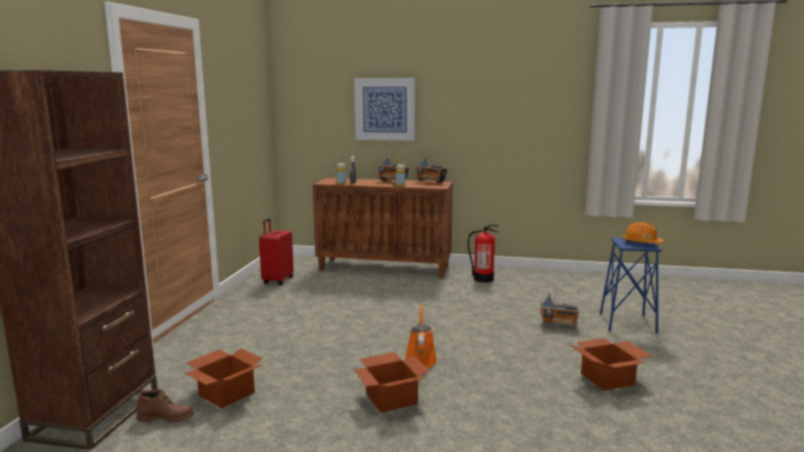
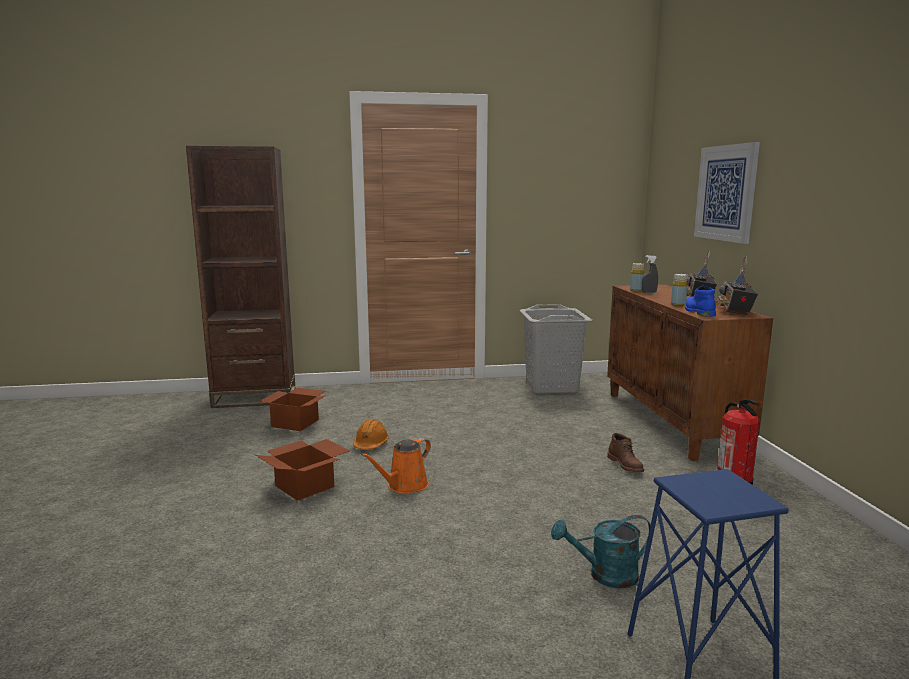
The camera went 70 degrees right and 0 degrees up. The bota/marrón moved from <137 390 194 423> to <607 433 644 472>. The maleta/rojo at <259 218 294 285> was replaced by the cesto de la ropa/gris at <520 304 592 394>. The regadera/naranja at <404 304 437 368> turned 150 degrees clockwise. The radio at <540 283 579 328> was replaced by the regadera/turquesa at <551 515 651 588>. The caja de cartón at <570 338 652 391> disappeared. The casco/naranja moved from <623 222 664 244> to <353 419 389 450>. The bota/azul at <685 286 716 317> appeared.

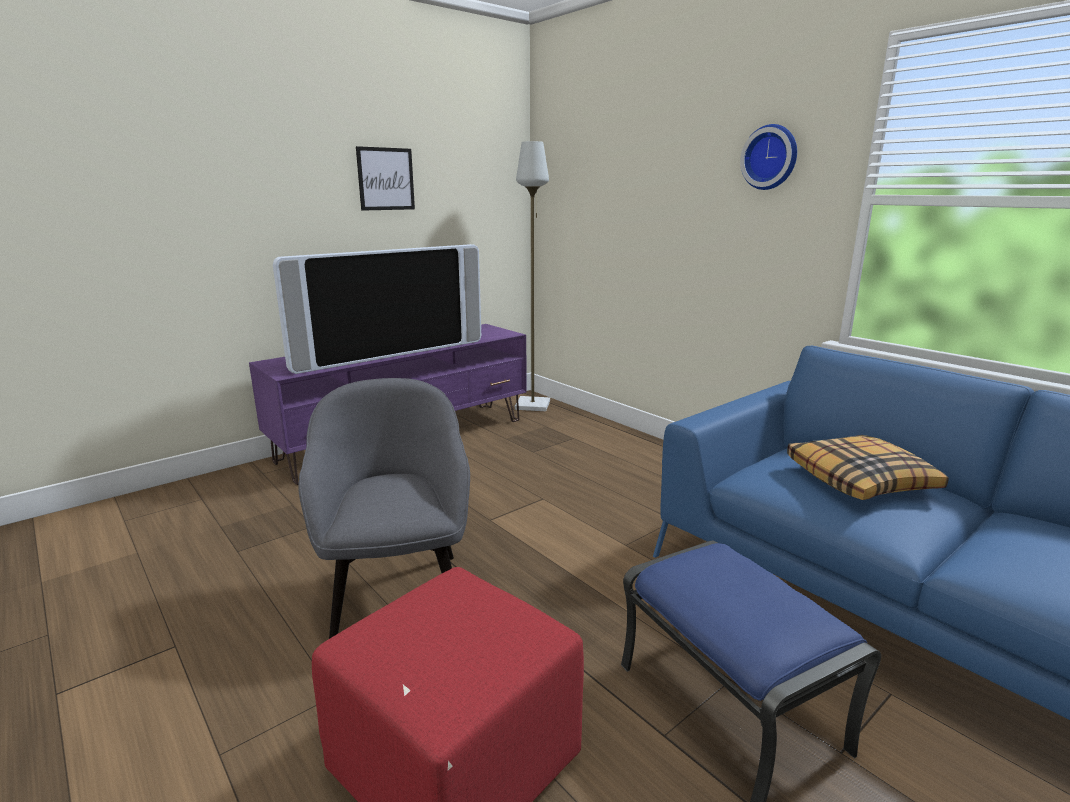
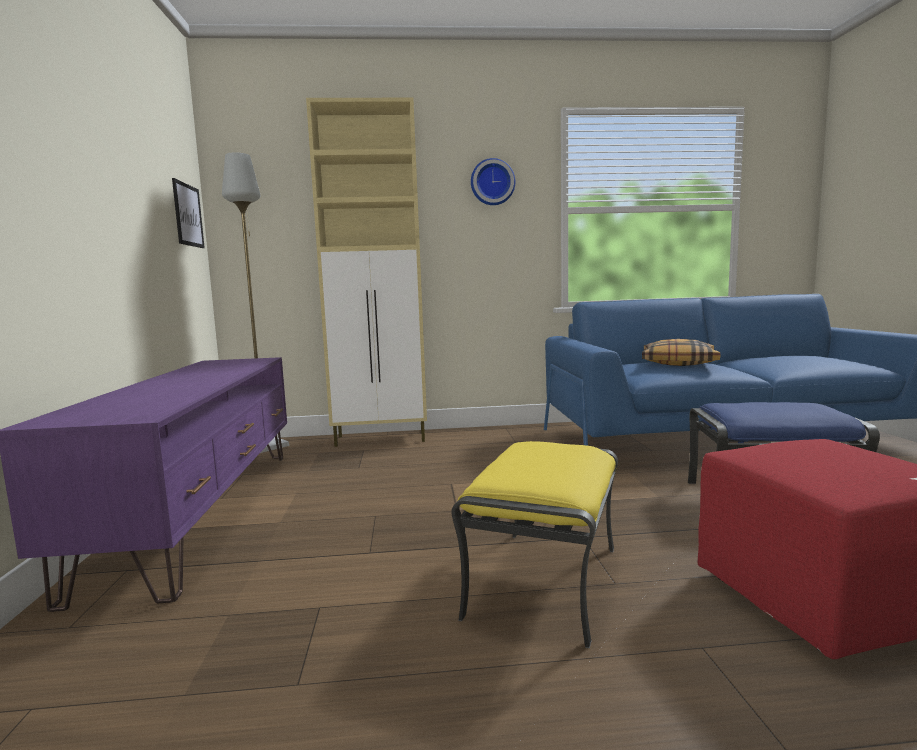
The camera went 55 degrees left and 10 degrees down. The televisor at <273 244 481 374> disappeared. The sillón/gris at <298 378 470 639> was replaced by the puf/amarillo at <452 441 618 648>. The cuadro moved from <356 146 415 211> to <172 178 205 248>. The armario/beis at <306 98 427 447> appeared.

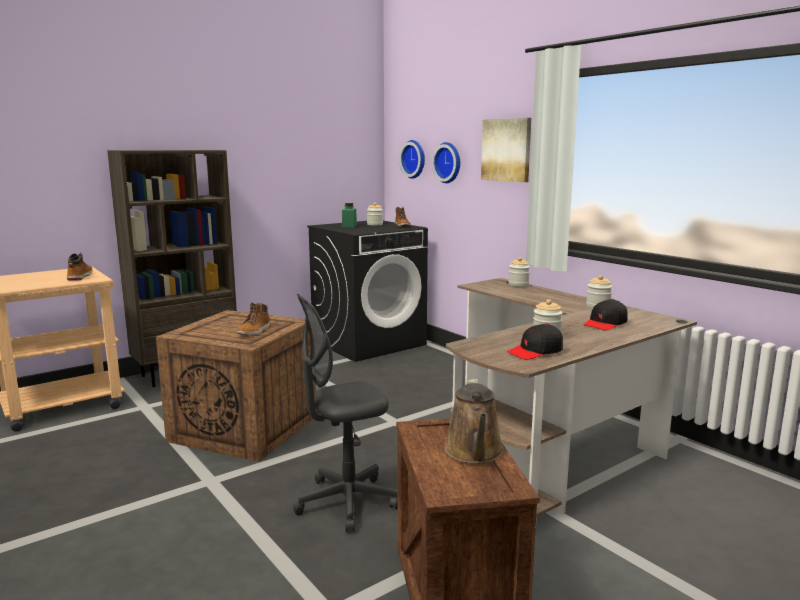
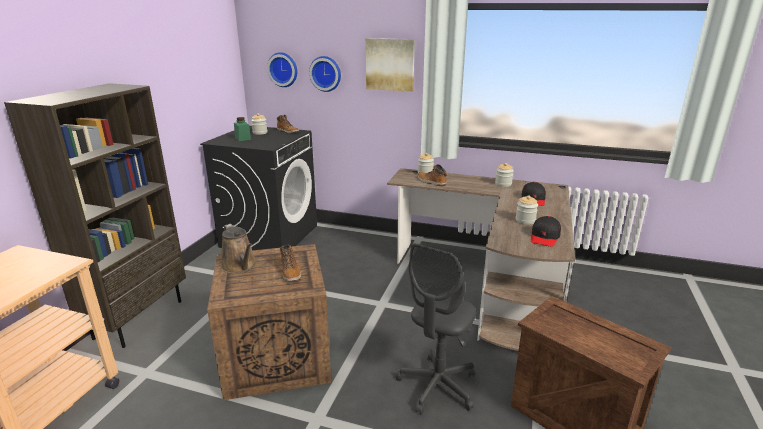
The camera went 35 degrees left and 10 degrees up. The bota moved from <67 253 93 281> to <417 164 447 186>. The regadera/marrón moved from <444 379 504 464> to <221 224 257 274>.

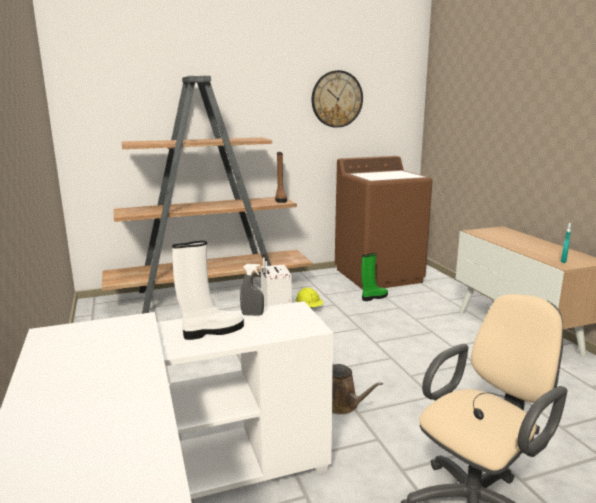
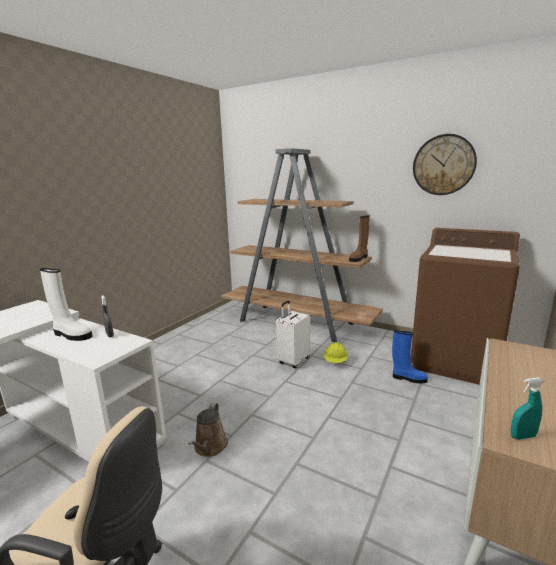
The camera went 50 degrees right and 0 degrees up. The bota/verde at <361 253 388 301> became the bota/azul at <392 330 428 383>.

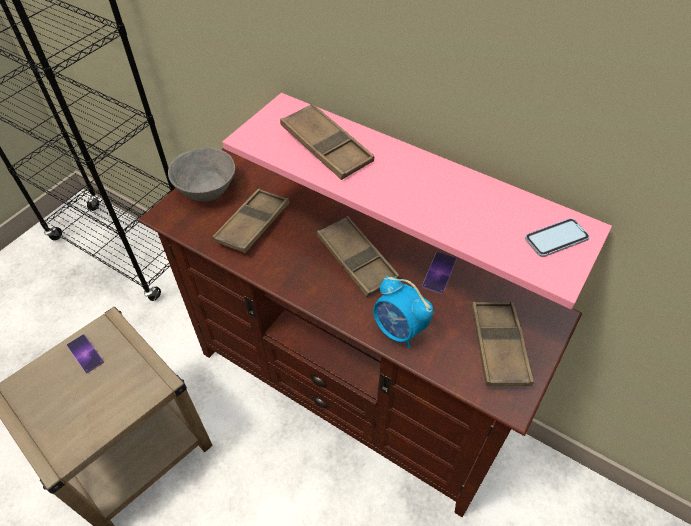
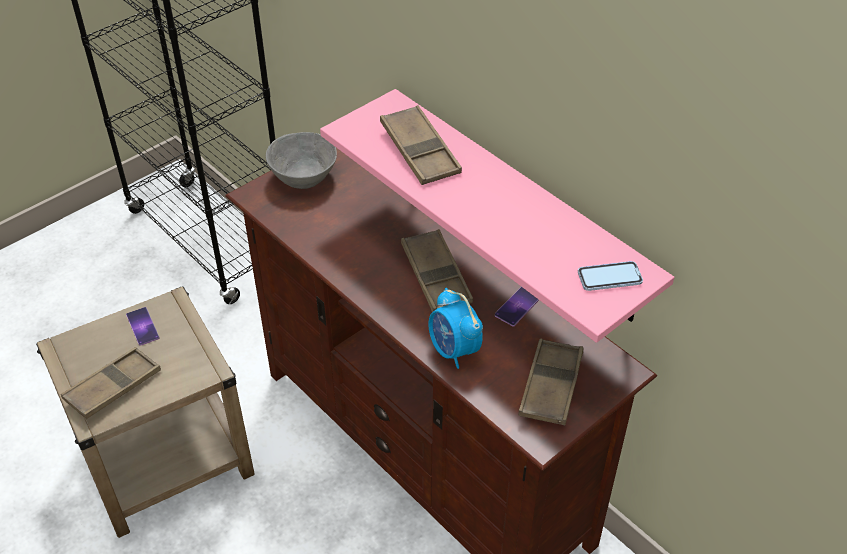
The camera went 15 degrees right and 5 degrees down. The bandeja/marrón moved from <212 189 289 253> to <61 347 161 419>.

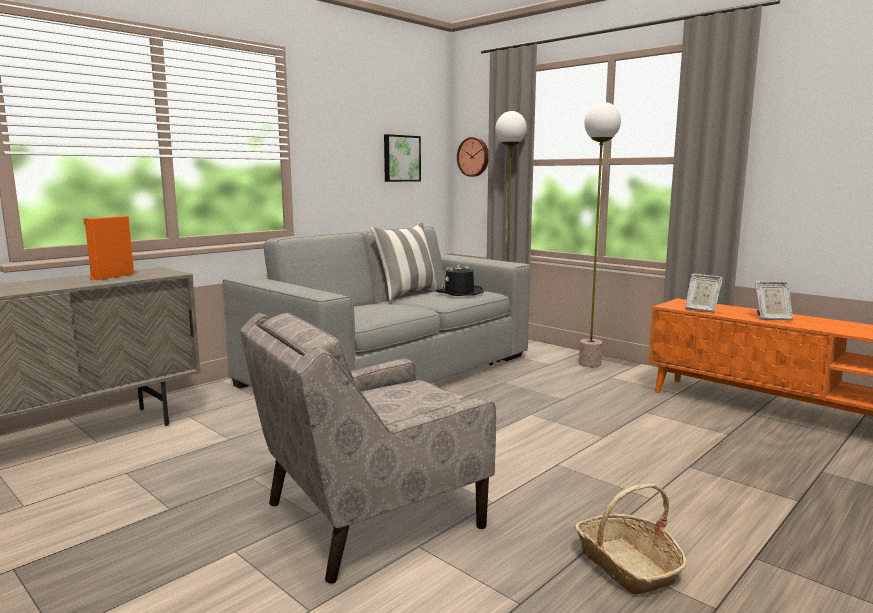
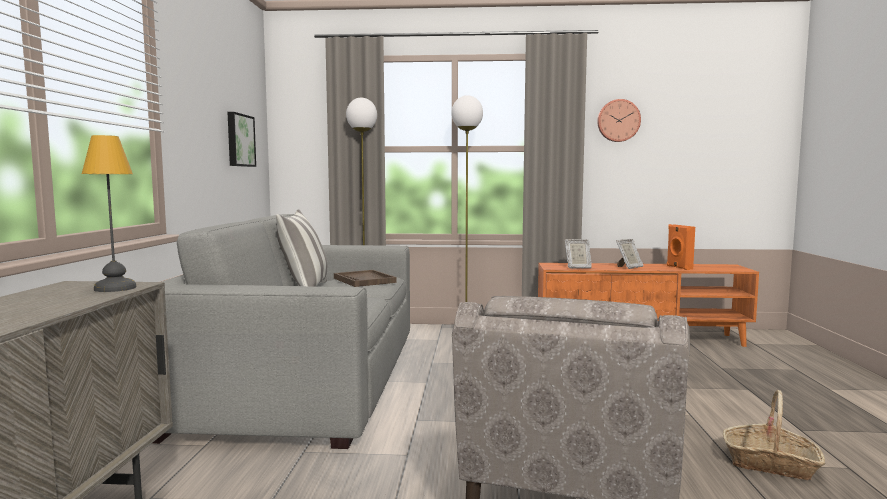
The camera went 40 degrees left and 5 degrees down. The altavoz/naranja moved from <83 216 134 280> to <667 224 695 270>. The sombrero/negro at <435 264 484 296> was replaced by the bandeja/marrón at <334 270 397 287>. The reloj de pared moved from <457 137 488 177> to <597 99 641 142>. The lámpara de mesa at <82 135 136 292> appeared.

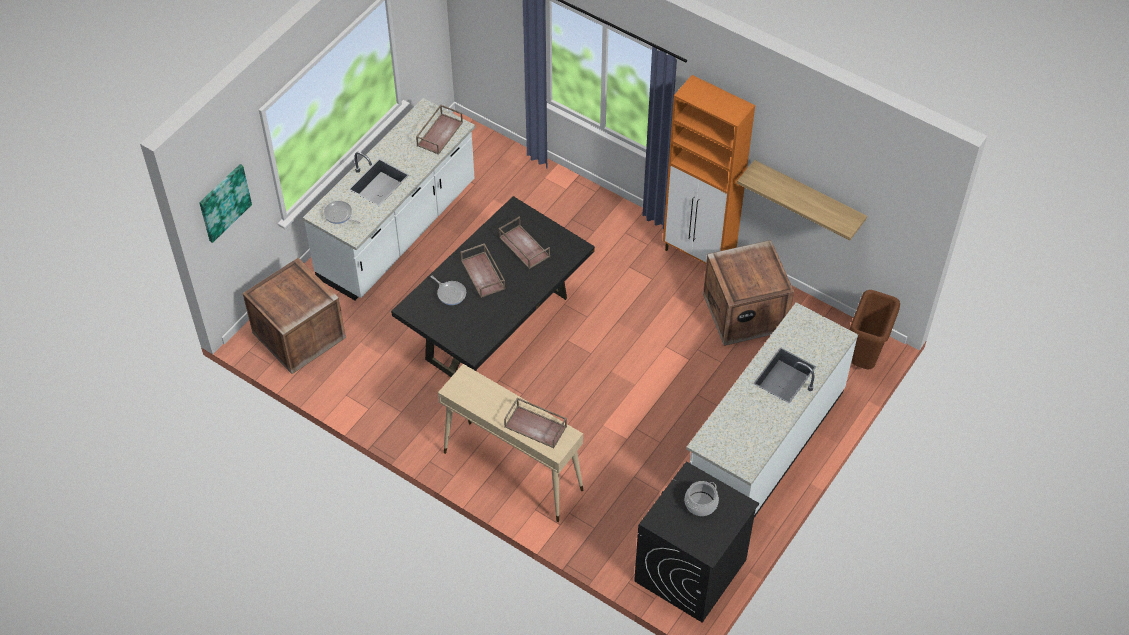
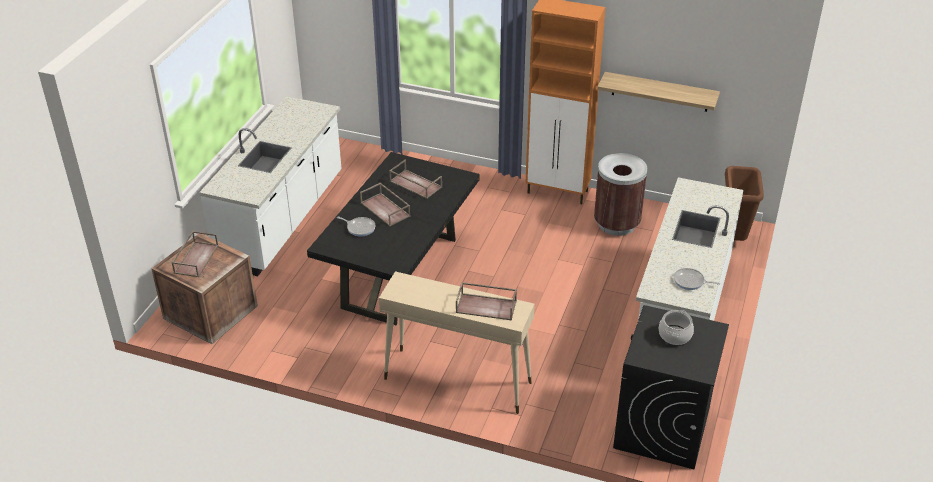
The camera went 15 degrees left and 15 degrees down. The cuadro at <199 164 252 243> disappeared. The sartén moved from <324 201 360 224> to <674 268 720 290>. The bandeja/marrón moved from <416 105 463 155> to <172 231 218 277>. The caja de embalaje at <703 240 794 346> was replaced by the papelera/marrón at <594 153 647 236>.

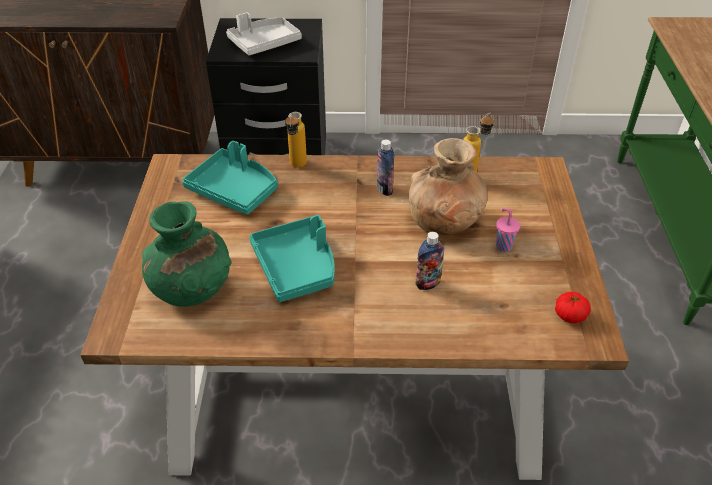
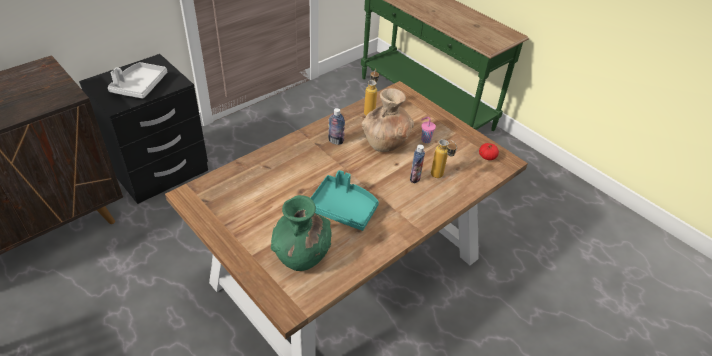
The camera went 45 degrees left and 0 degrees up. The bandeja/turquesa at <182 141 278 215> disappeared. The botella moved from <285 112 307 168> to <431 139 458 178>.

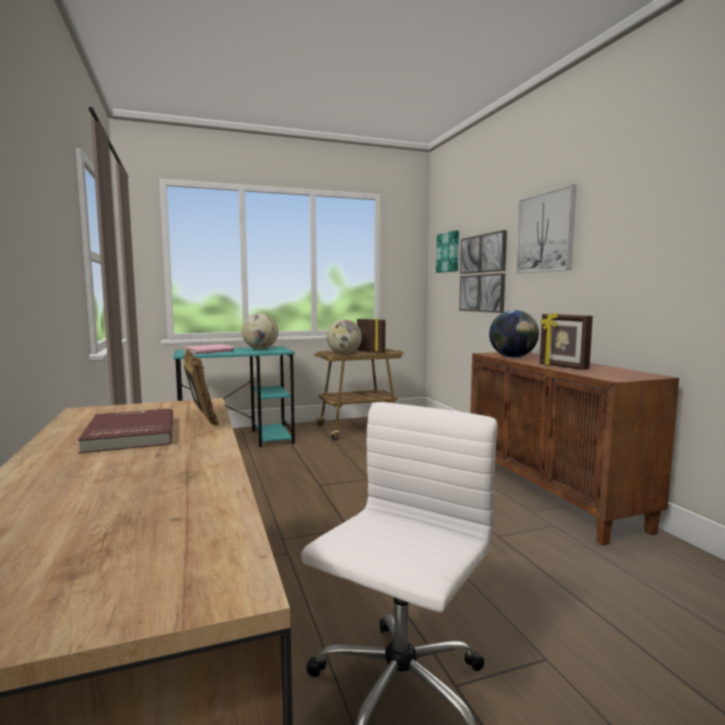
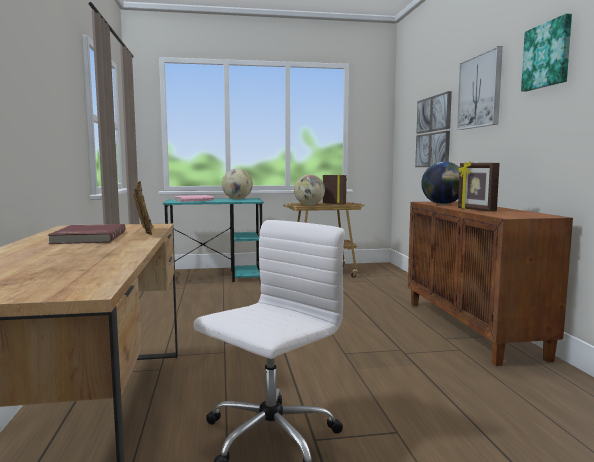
The camera went 10 degrees right and 0 degrees up. The cuadro moved from <436 230 459 273> to <521 14 572 92>.

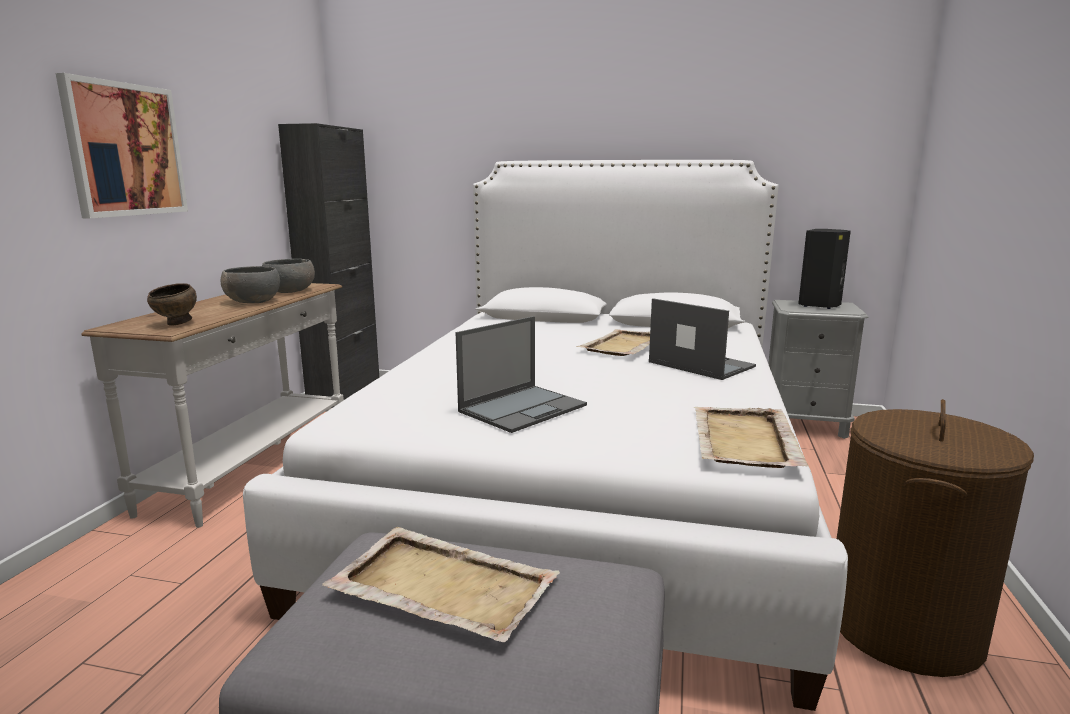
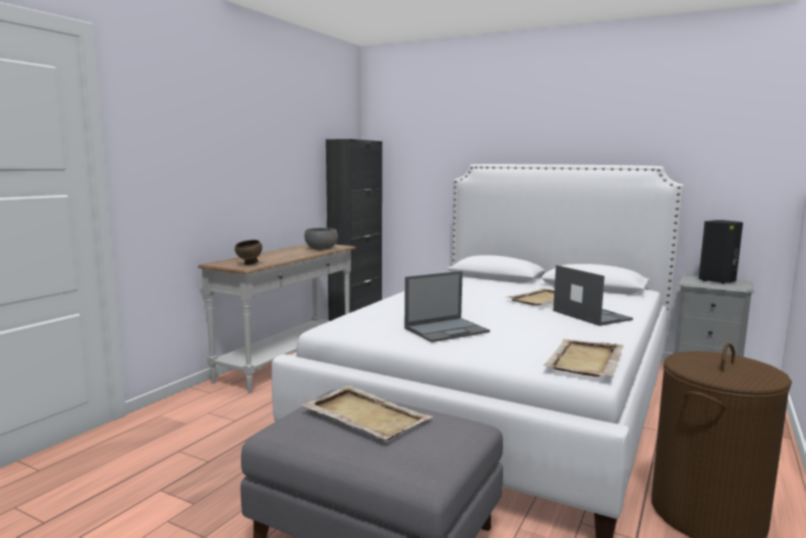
The camera went 15 degrees right and 5 degrees down. The cuadro at <56 73 188 218> disappeared. The cuenco/gris at <221 266 280 303> disappeared.

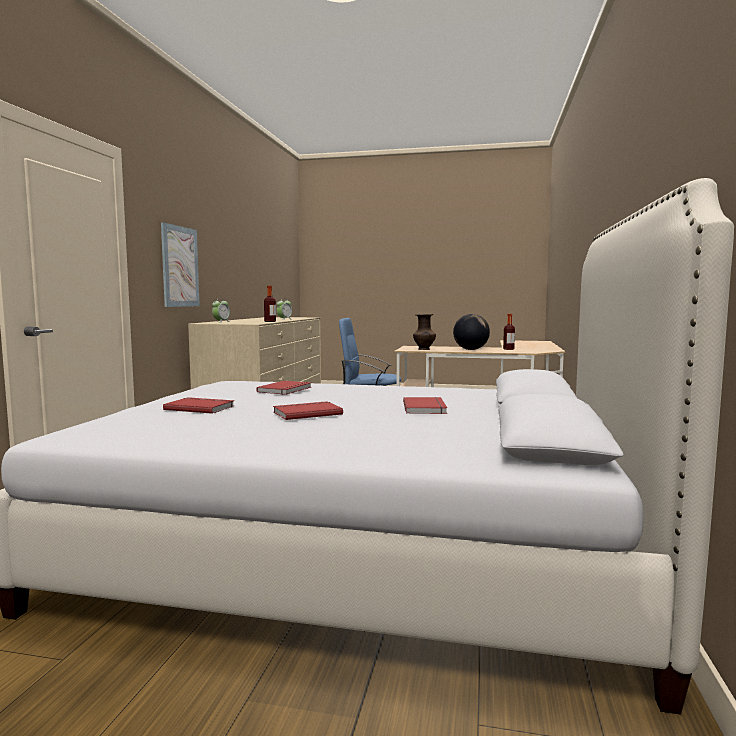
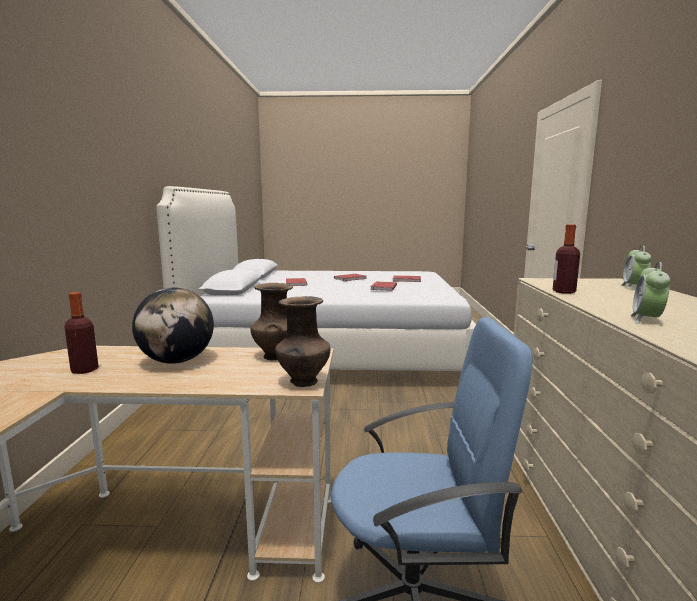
The camera went 170 degrees right and 5 degrees up. The cuadro at <161 222 200 307> disappeared. The florero/marrón at <275 296 330 387> appeared.

